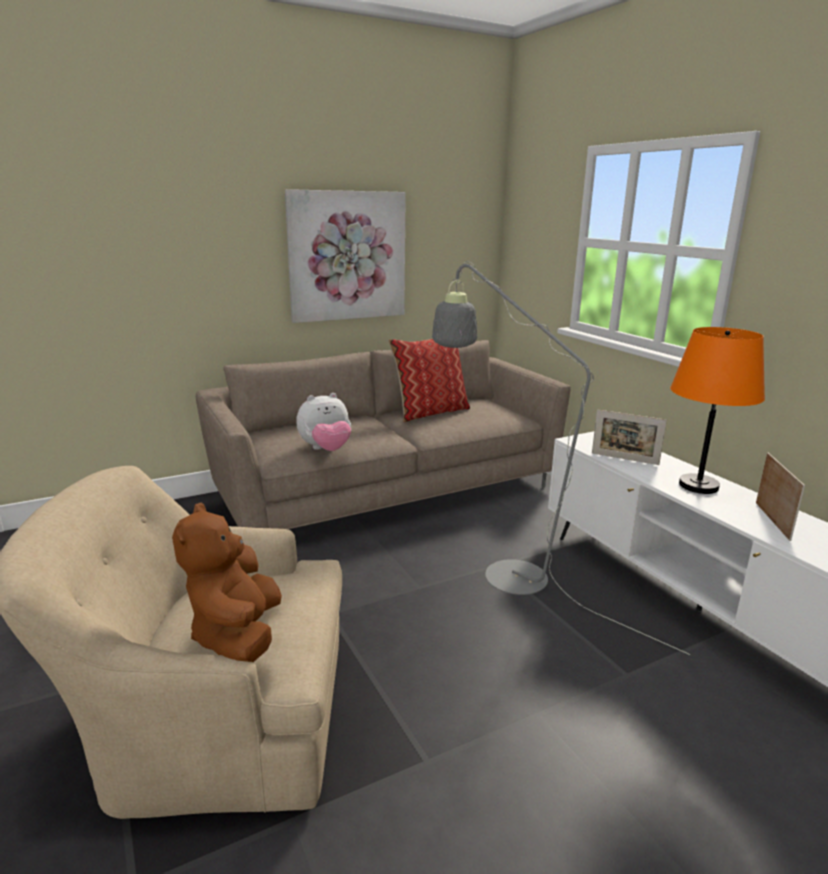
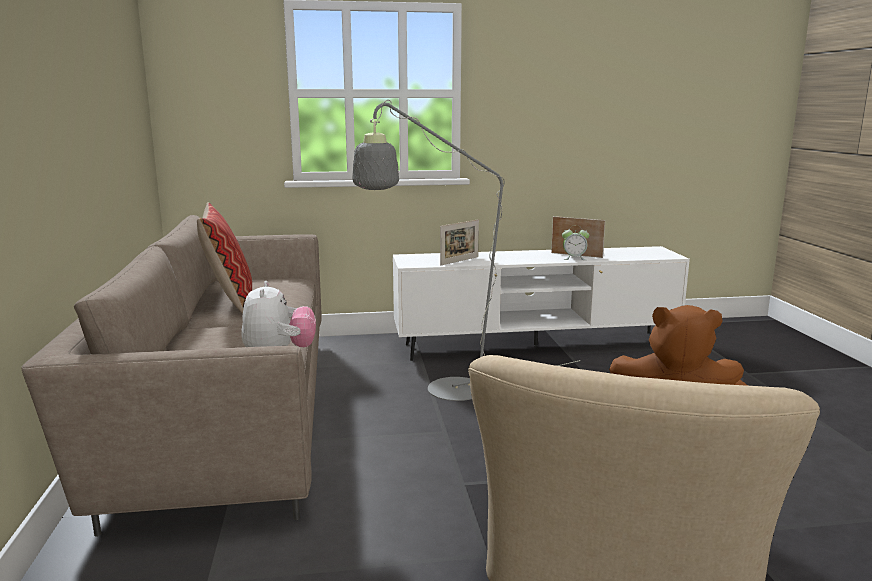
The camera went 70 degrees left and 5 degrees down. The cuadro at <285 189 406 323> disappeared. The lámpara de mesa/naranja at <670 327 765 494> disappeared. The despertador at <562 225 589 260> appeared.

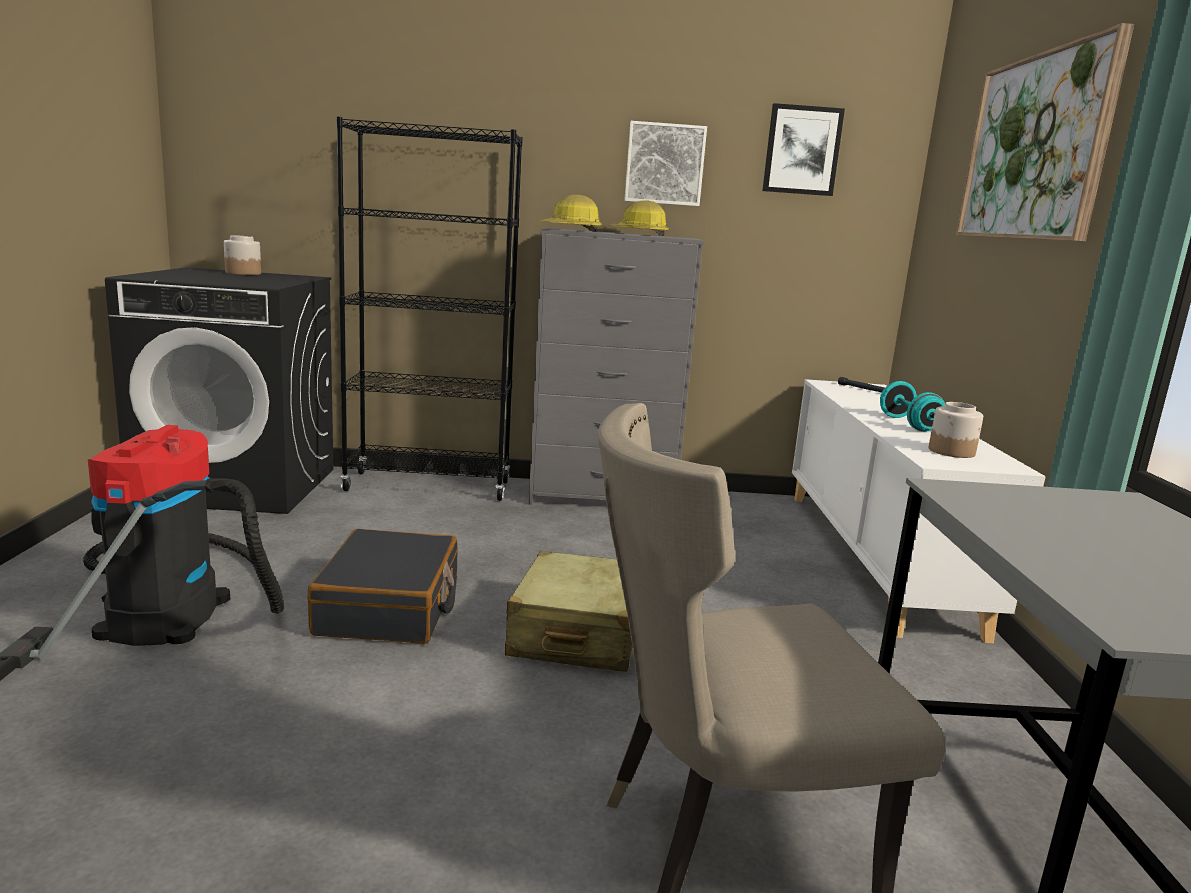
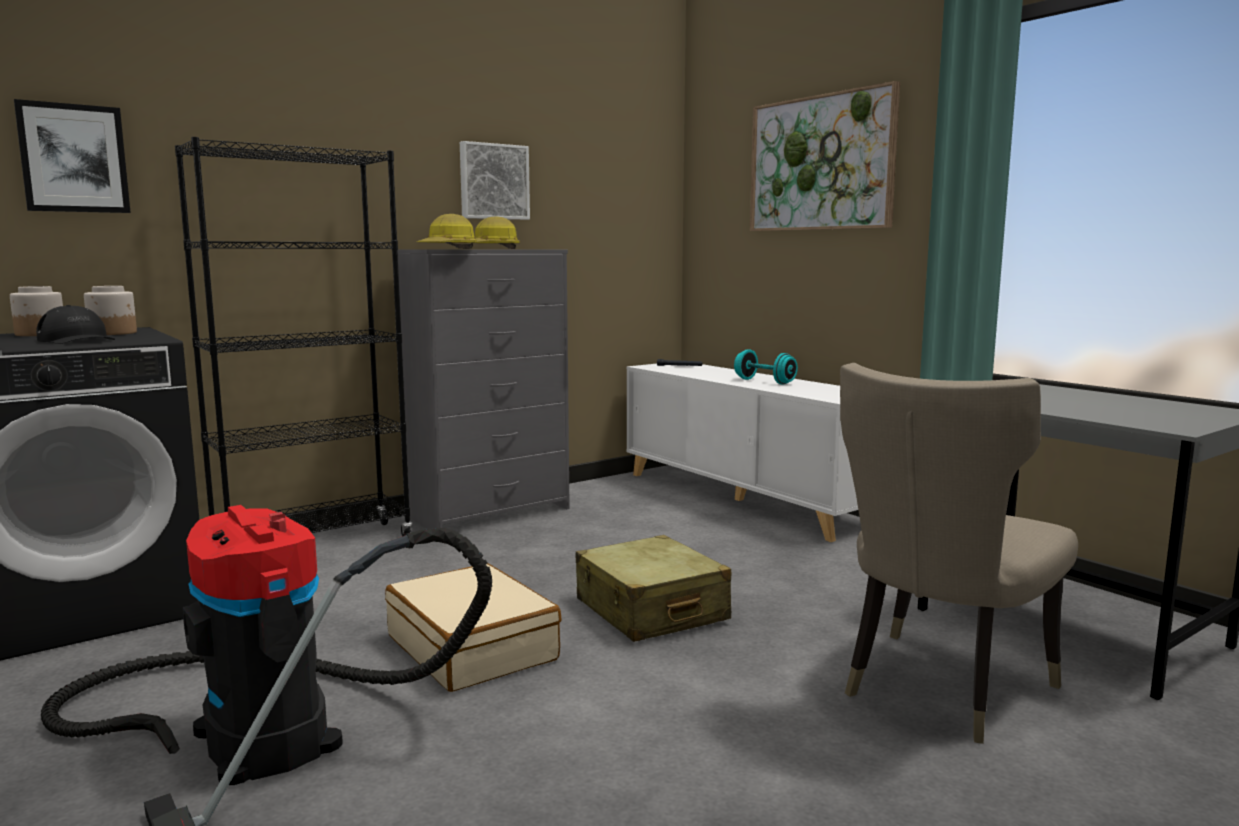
The camera went 35 degrees left and 5 degrees down. The maleta/negro at <308 529 458 644> became the maleta/beis at <385 563 561 692>. The cuadro moved from <762 103 845 196> to <14 99 131 213>. The tarro moved from <929 402 983 458> to <84 286 137 335>. The gorra/negro at <36 305 115 344> appeared.

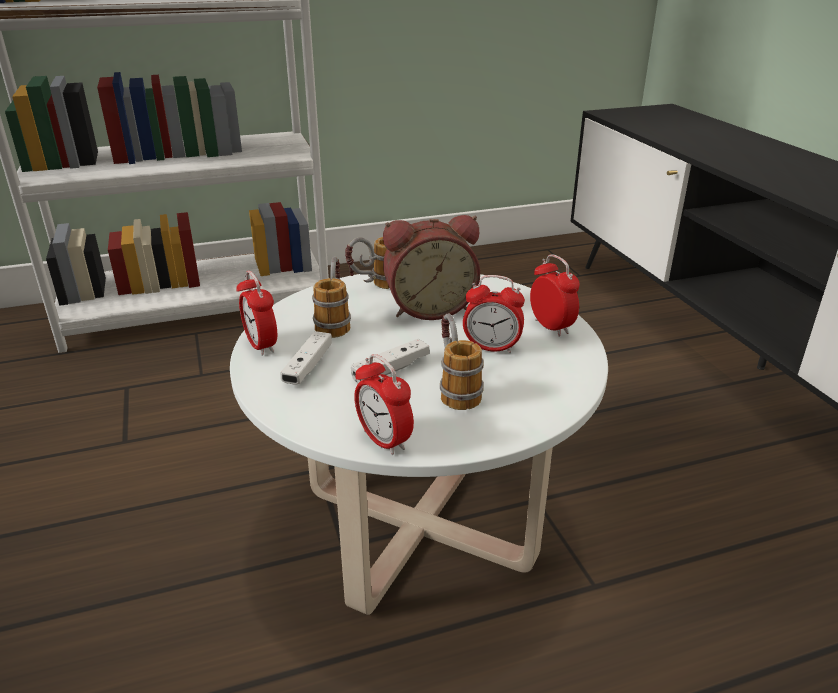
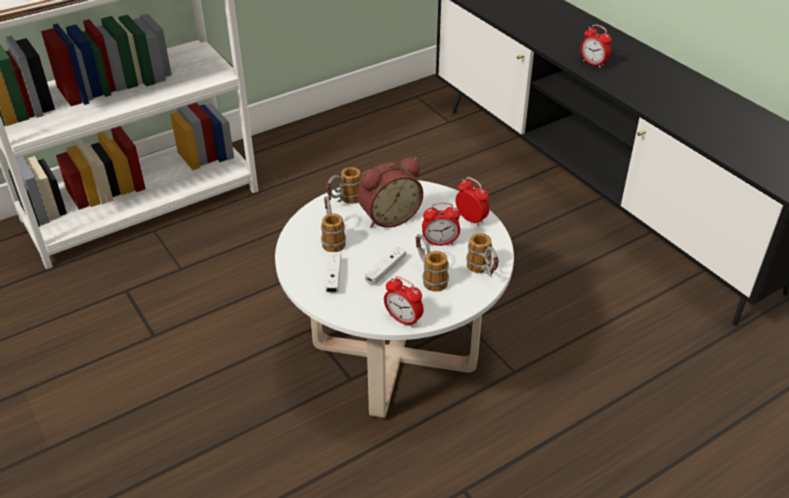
The camera went 15 degrees left and 10 degrees up. The despertador moved from <237 271 277 356> to <581 24 612 68>. The taza grande at <466 233 499 277> appeared.

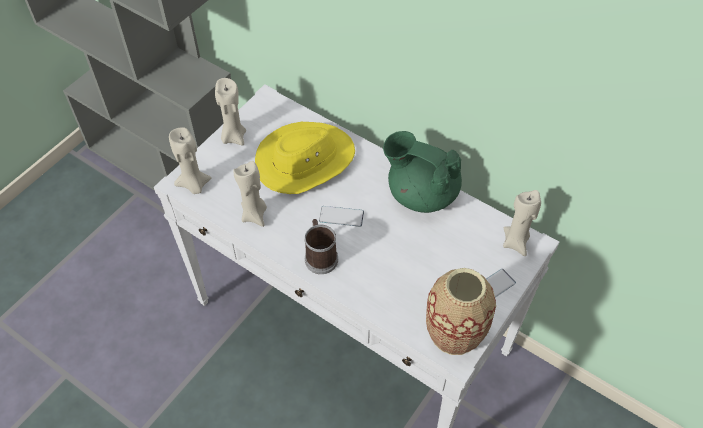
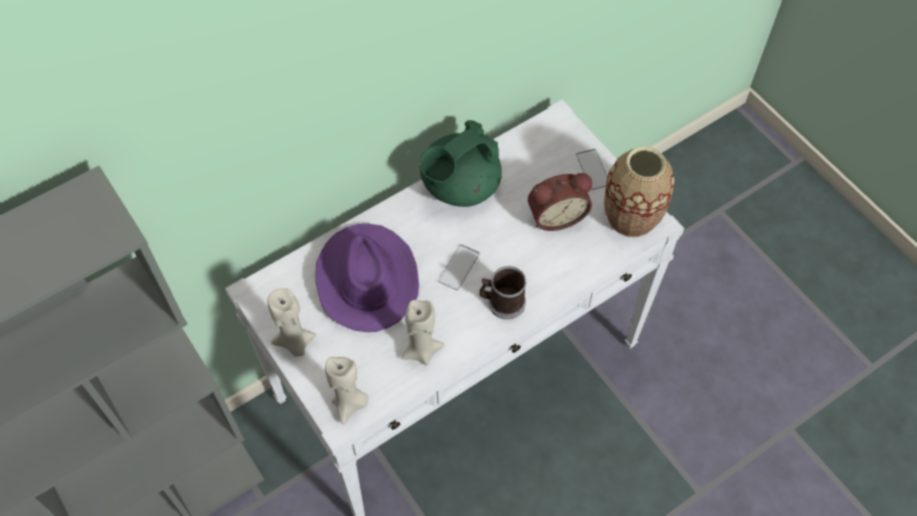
The camera went 70 degrees left and 5 degrees up. The sombrero/amarillo at <255 122 355 194> became the sombrero/morado at <315 224 419 332>. The vela/beis at <503 190 541 256> disappeared. The despertador at <528 173 592 231> appeared.

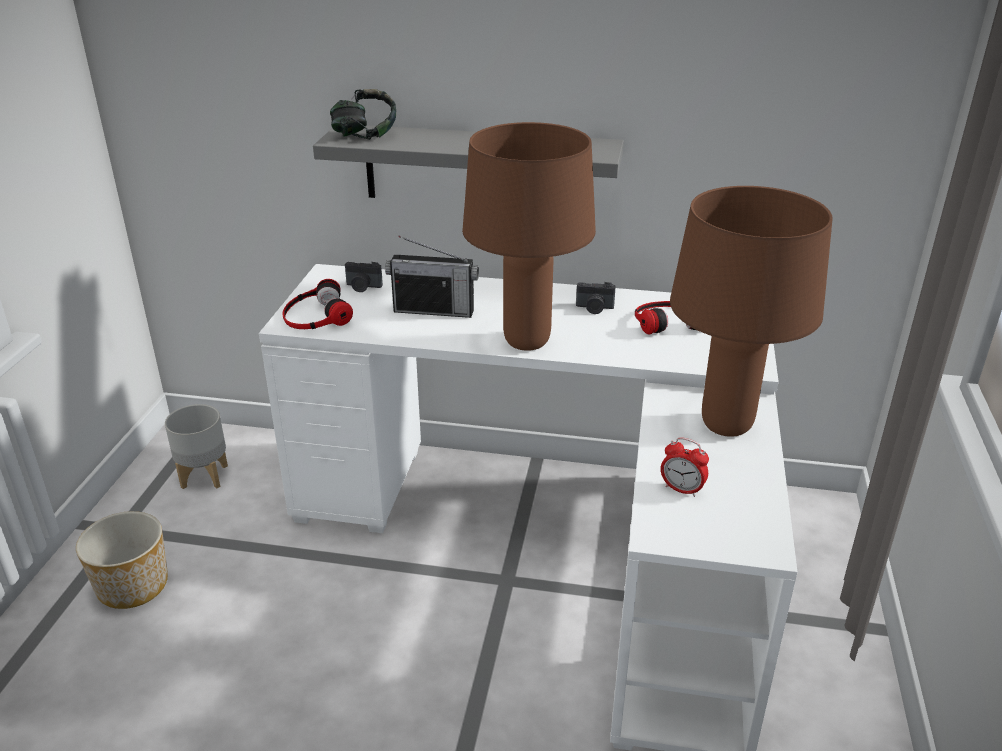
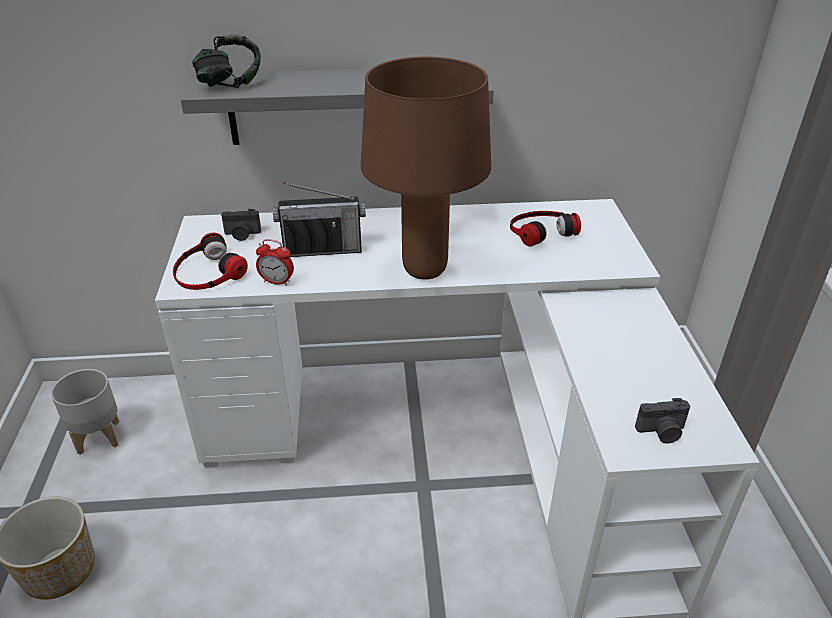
The camera went 15 degrees left and 5 degrees up. The cámara moved from <576 282 616 314> to <635 398 690 444>. The despertador moved from <661 437 709 497> to <256 239 294 286>. The lámpara de mesa/marrón at <670 186 833 437> disappeared.

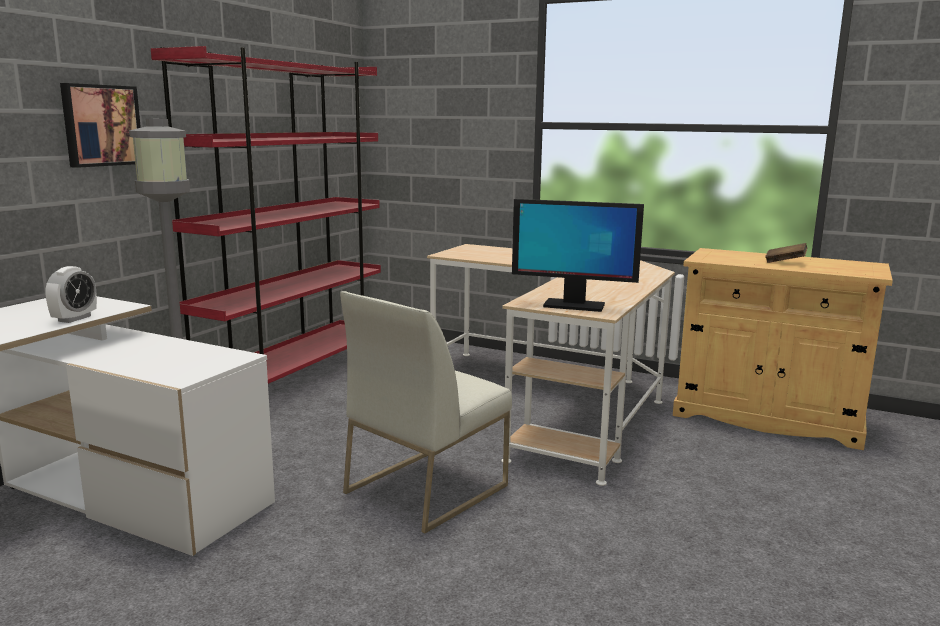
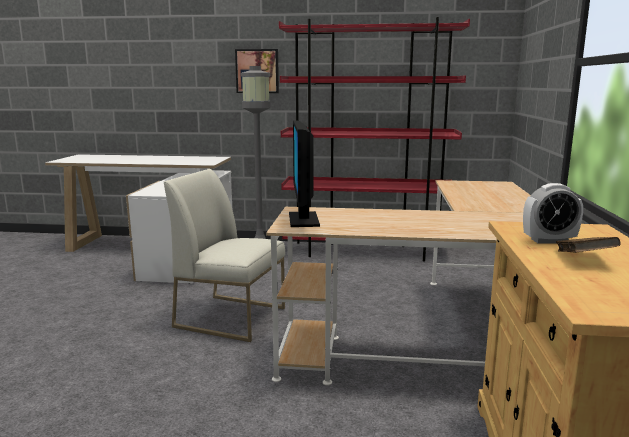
The camera went 70 degrees right and 0 degrees up. The despertador moved from <46 266 97 323> to <523 183 583 244>.

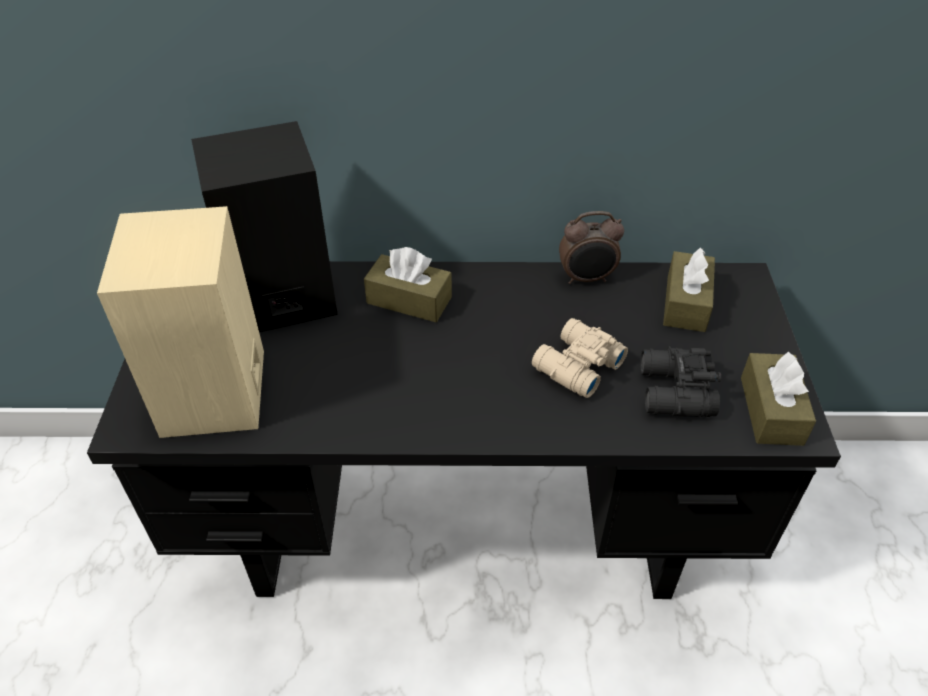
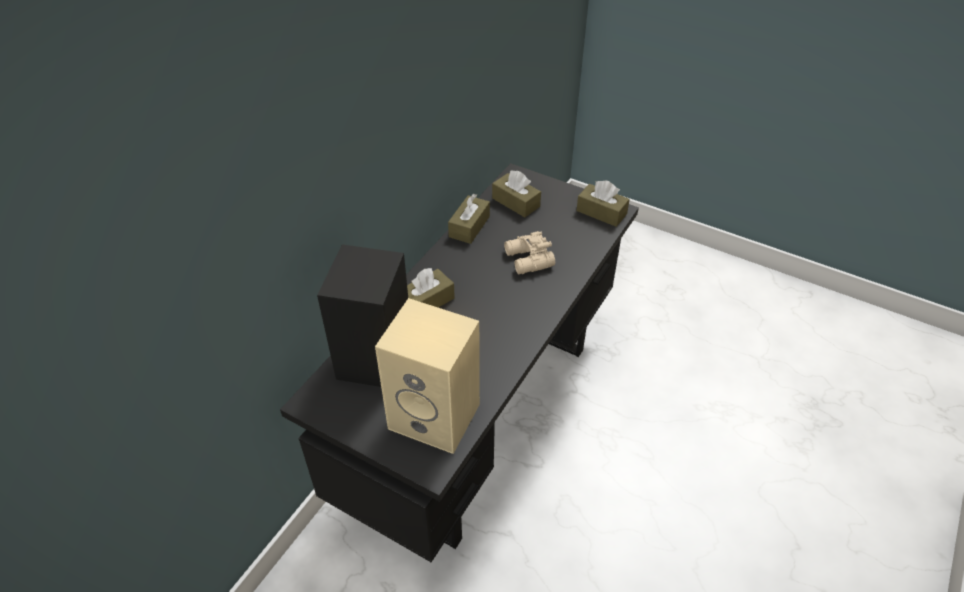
The camera went 60 degrees left and 0 degrees up. The despertador at <559 211 624 284> was replaced by the caja de pañuelos/marrón at <448 194 490 244>. The prismáticos/negro at <640 346 721 417> disappeared.

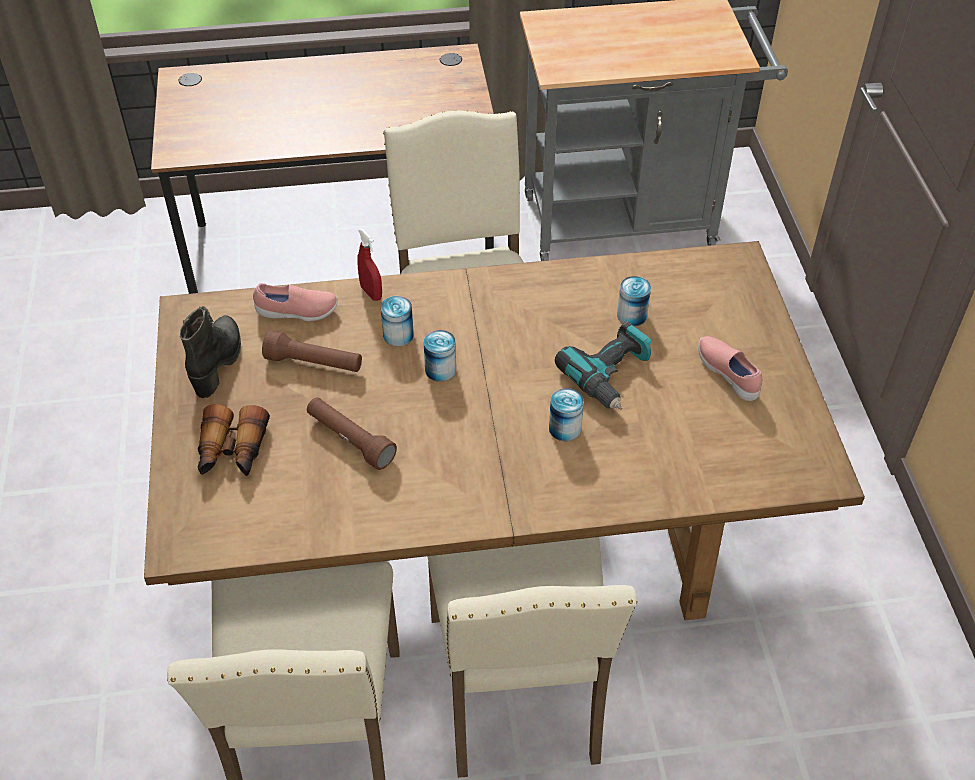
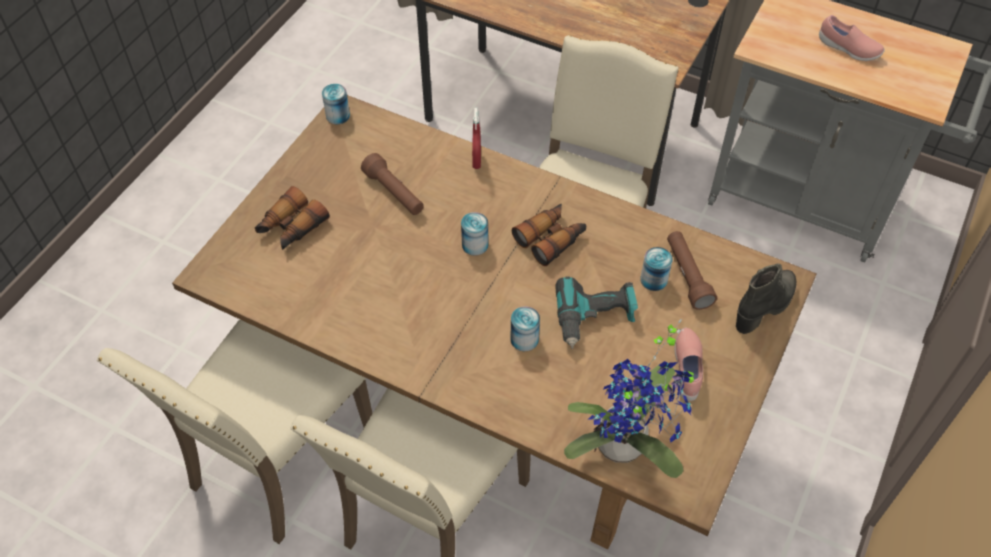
The camera went 35 degrees right and 5 degrees up. The bota/negro moved from <180 306 241 398> to <736 263 796 334>. The zapato/rosa moved from <253 283 338 321> to <819 15 885 61>. The linterna/marrón moved from <307 397 397 470> to <667 231 717 310>. The lata moved from <381 296 414 346> to <322 84 350 124>. The prismáticos at <512 204 586 266> appeared. The planta en maceta at <564 319 694 478> appeared.

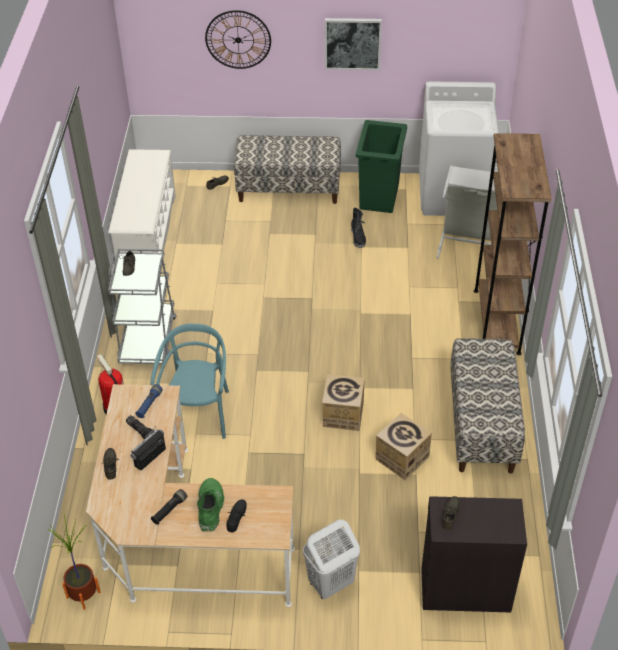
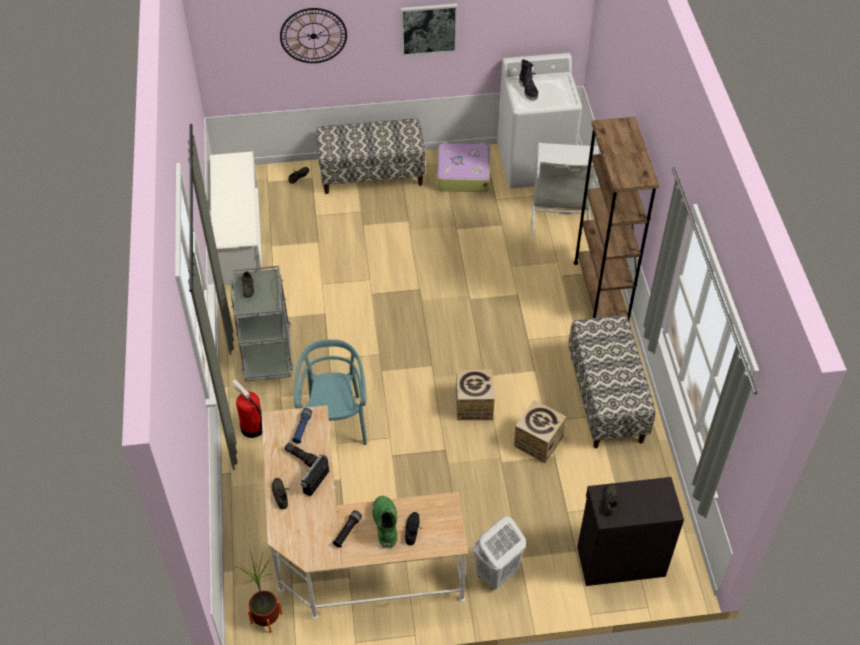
The camera went 10 degrees left and 5 degrees up. The bota/negro moved from <351 208 366 248> to <519 59 538 100>. The papelera/verde at <356 120 407 213> was replaced by the maleta at <437 143 490 192>.

